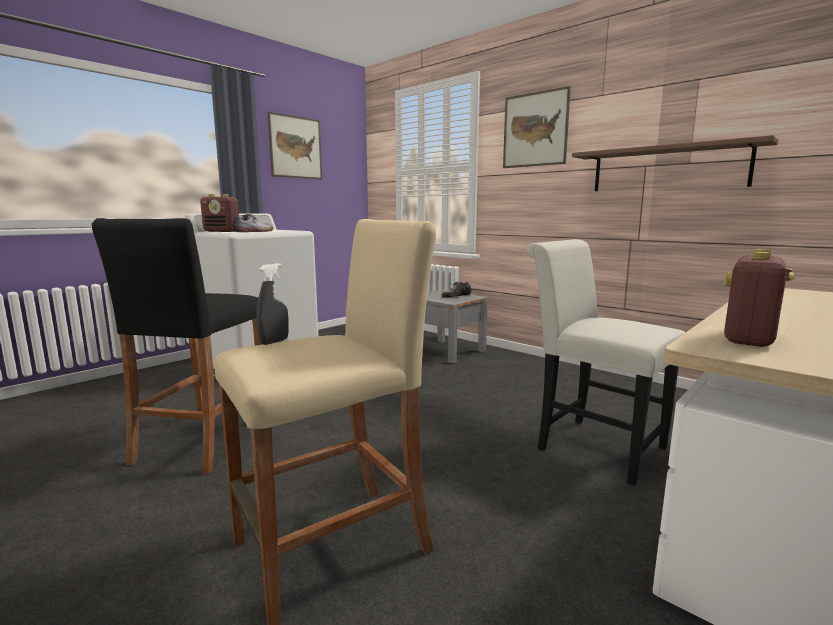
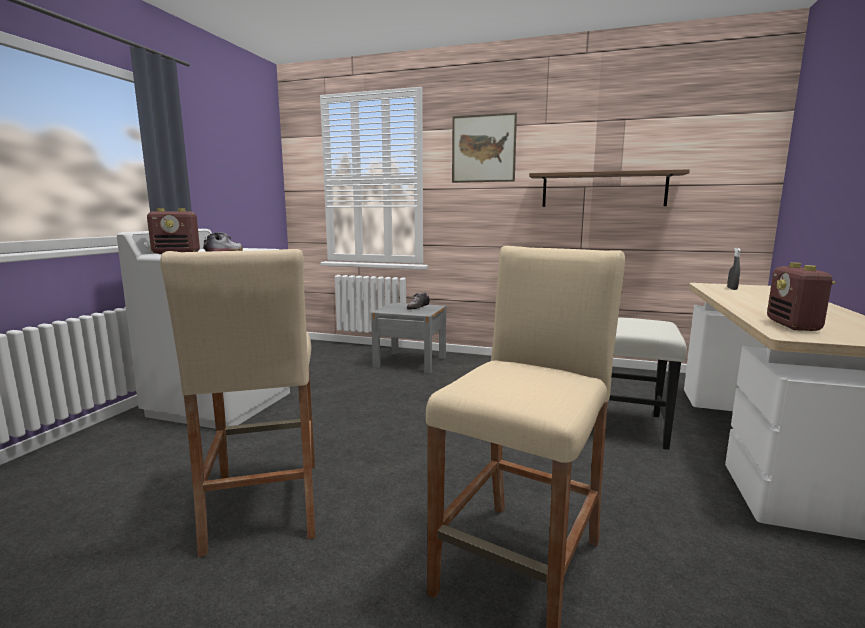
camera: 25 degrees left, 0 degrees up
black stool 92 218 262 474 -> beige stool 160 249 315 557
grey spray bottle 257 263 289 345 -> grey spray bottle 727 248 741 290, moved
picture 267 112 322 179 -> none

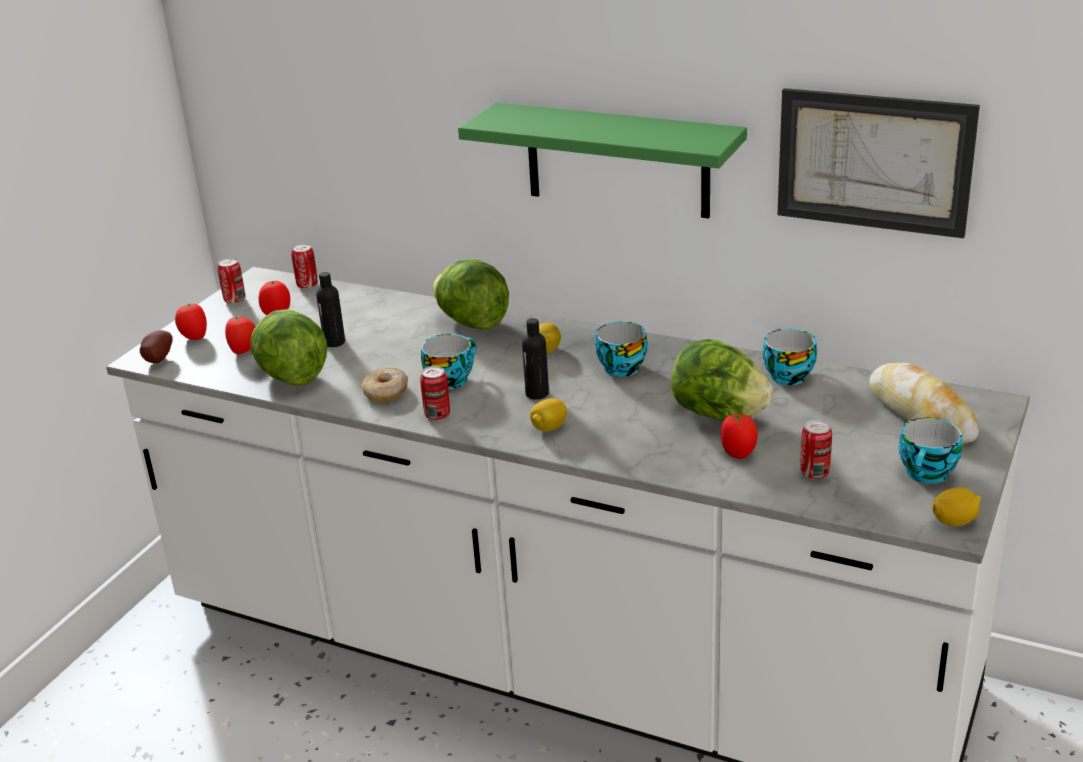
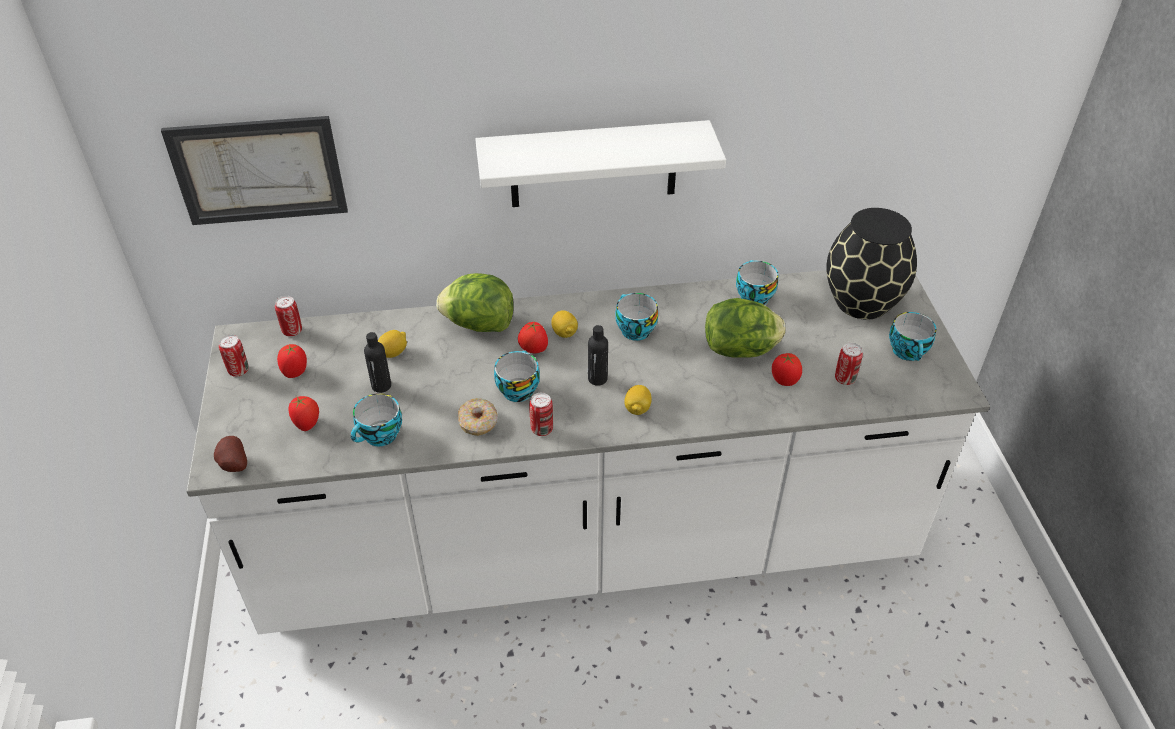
camera: 35 degrees left, 15 degrees up
tomato 175 303 207 340 -> tomato 518 322 548 353, moved
lettuce 251 309 327 386 -> cup 351 393 402 446
green shelf 458 103 747 218 -> white shelf 475 120 726 207
picture 777 88 980 238 -> picture 161 116 348 225, moved
bread 869 363 979 444 -> black vase 826 208 917 320
lemon 932 487 981 526 -> lemon 378 330 407 358, moved

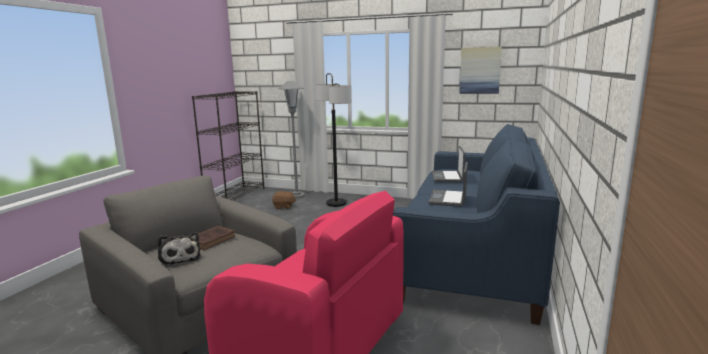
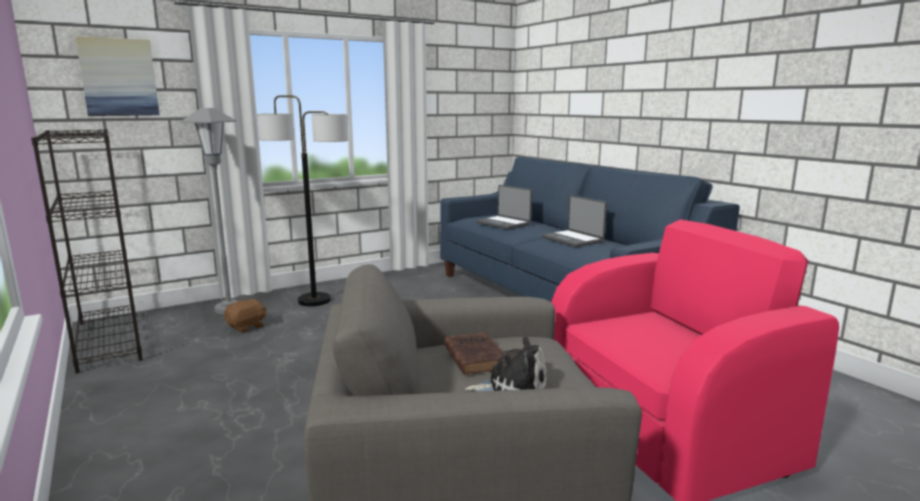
camera: 50 degrees left, 0 degrees up
picture 459 47 502 94 -> picture 75 36 160 116, moved

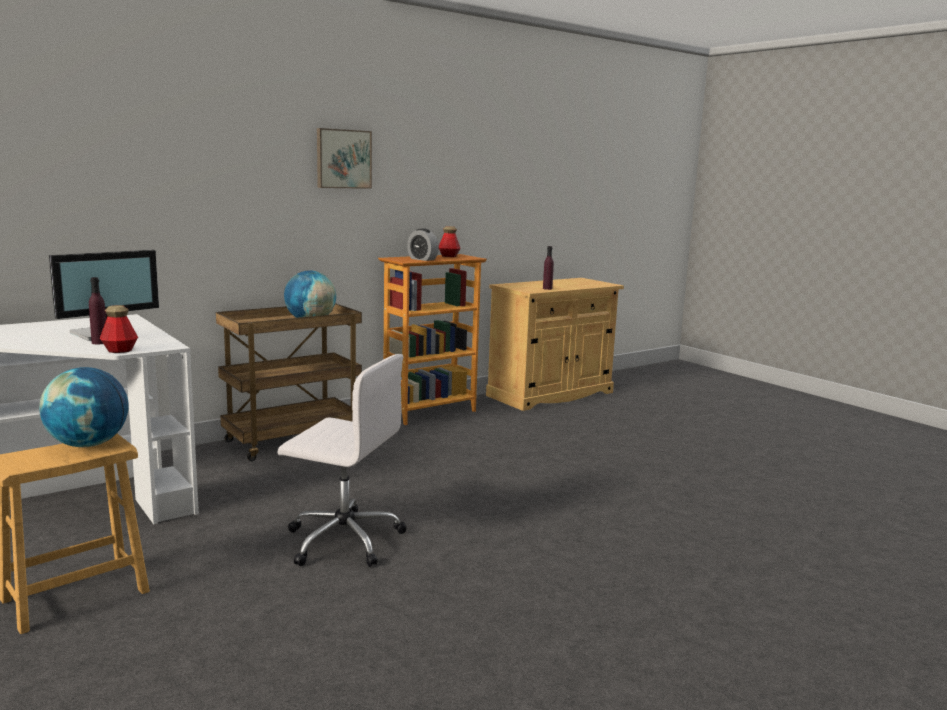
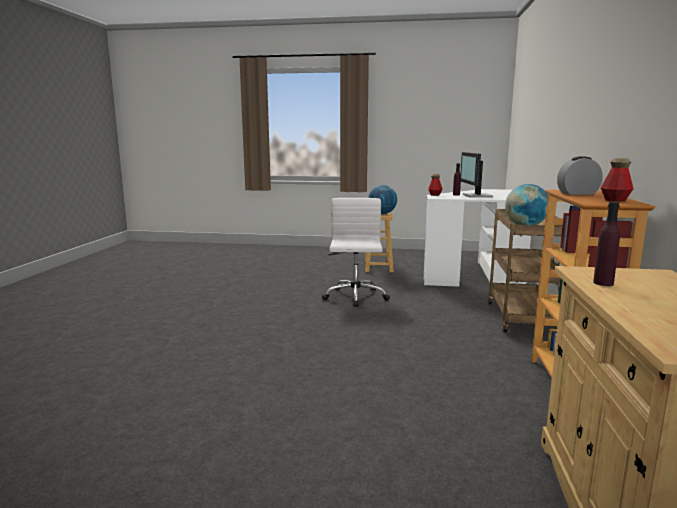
camera: 135 degrees right, 0 degrees up
white office chair 278 354 407 567 -> white office chair 322 198 390 307, 120 degrees clockwise
picture 317 128 372 189 -> none

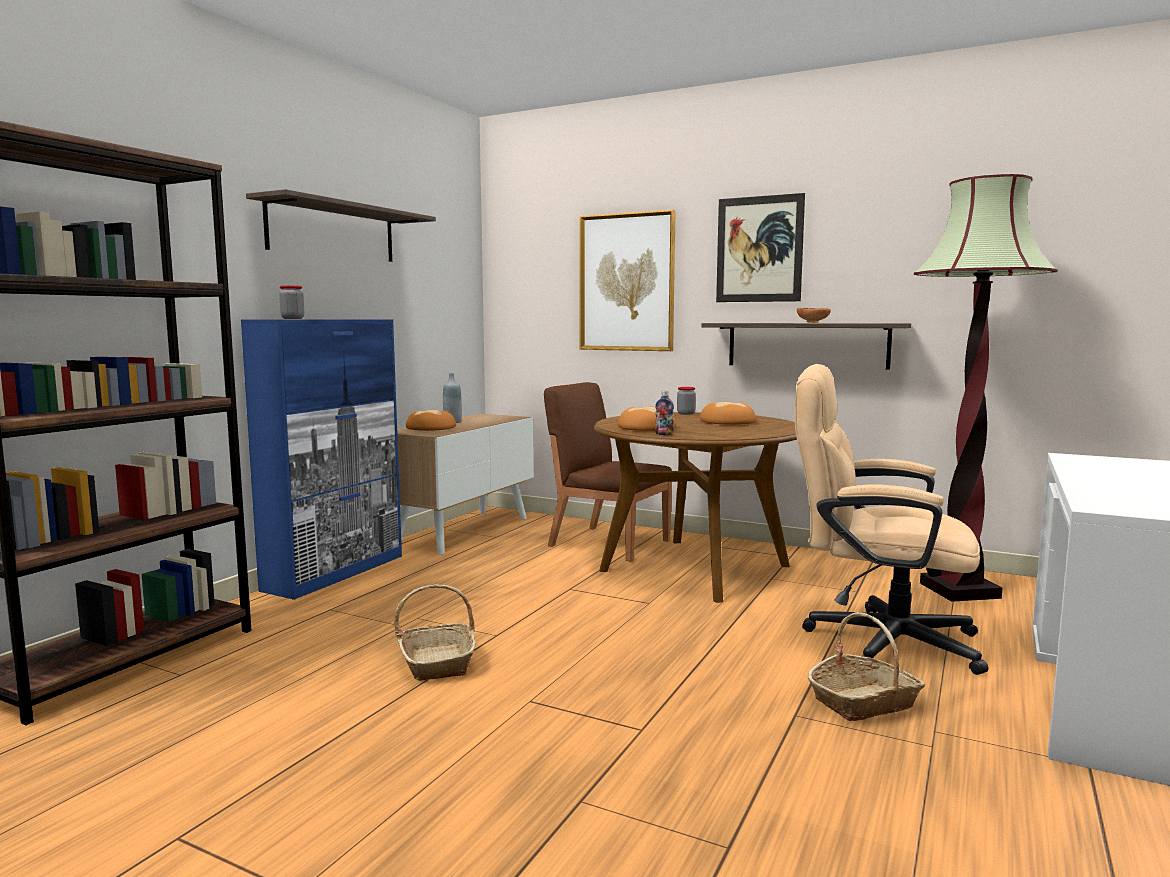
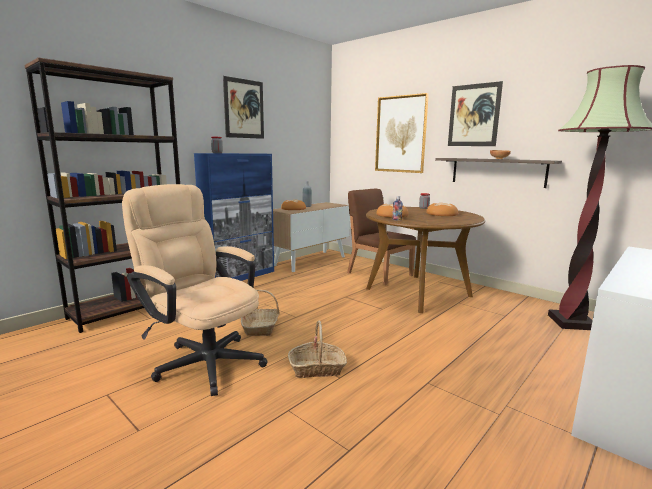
camera: 15 degrees right, 5 degrees up
shelf 246 189 436 262 -> picture 223 76 264 139
beige office chair 795 364 989 675 -> beige office chair 122 184 267 396, moved
basket 808 612 925 721 -> basket 288 320 347 378, moved

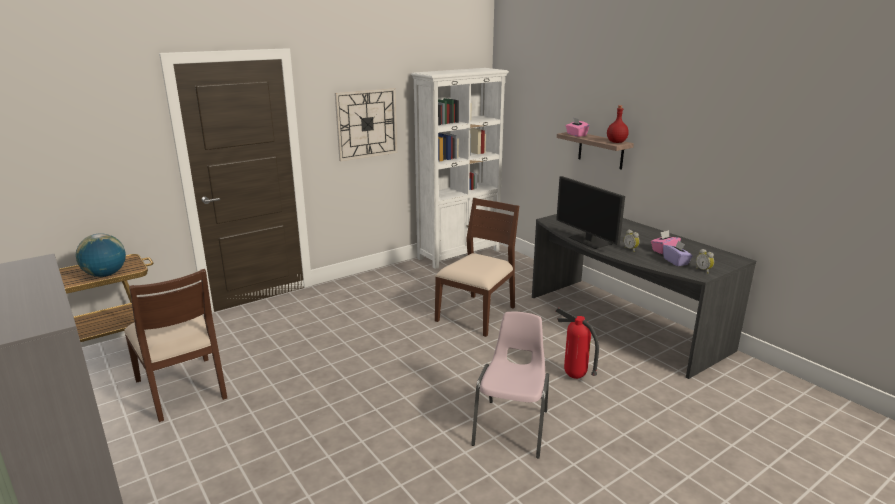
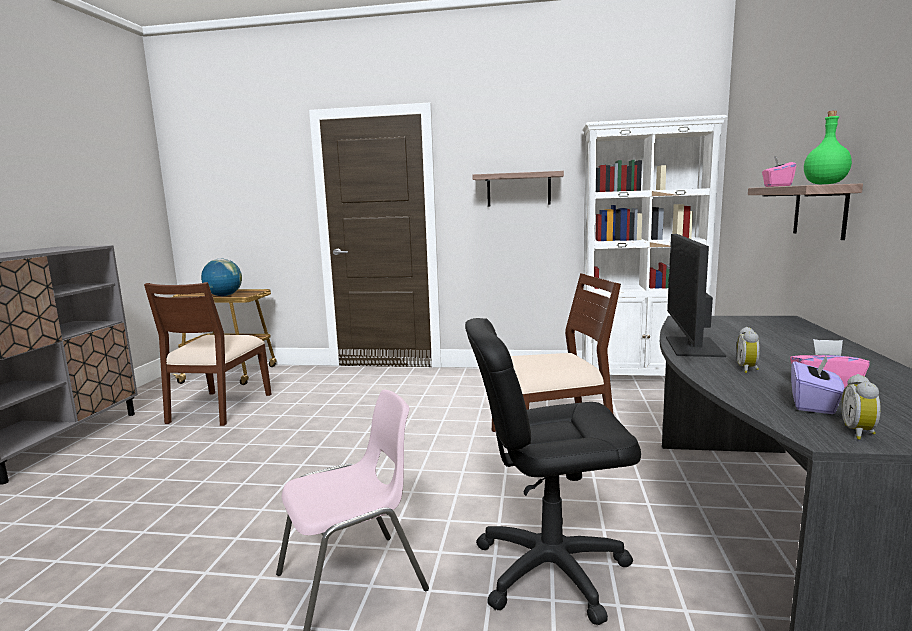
camera: 45 degrees right, 10 degrees down
wall clock 335 88 397 161 -> shelf 473 171 564 206
fire extinguisher 556 308 599 379 -> black office chair 465 318 641 625
red bottle 607 105 629 143 -> green bottle 804 111 852 184

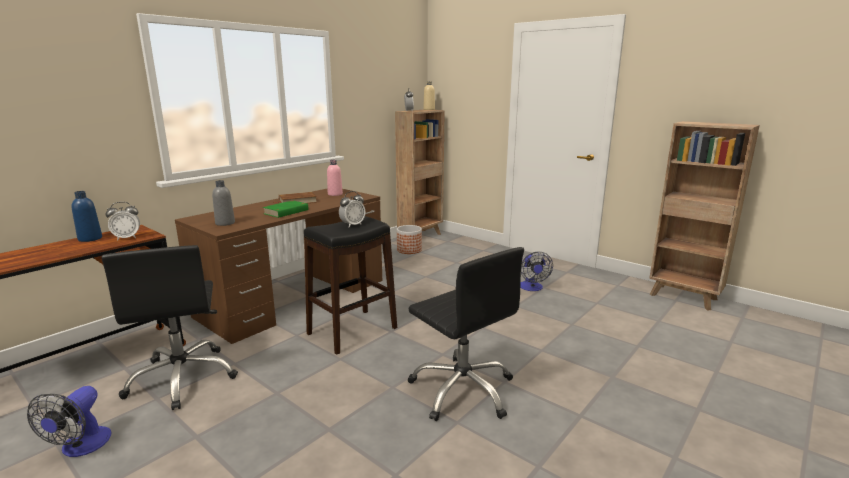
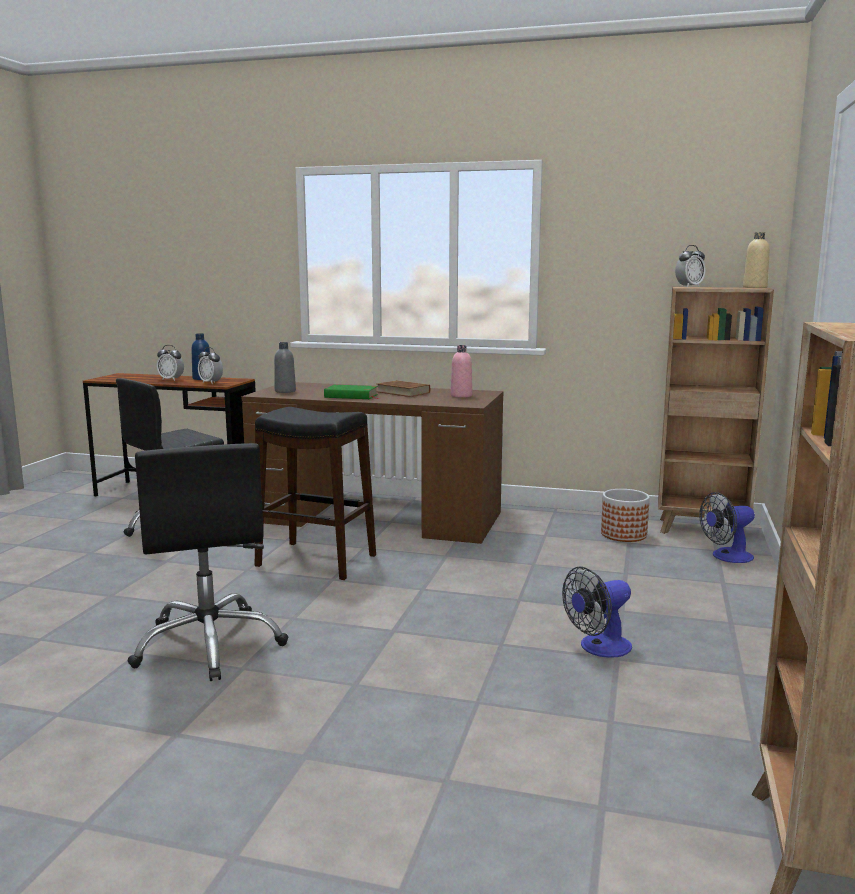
camera: 65 degrees right, 5 degrees down
fan 27 386 112 457 -> fan 699 492 755 563, moved
alarm clock 339 191 365 227 -> alarm clock 157 345 184 381, moved
black office chair 407 247 524 421 -> black office chair 128 443 288 681, 45 degrees counterclockwise

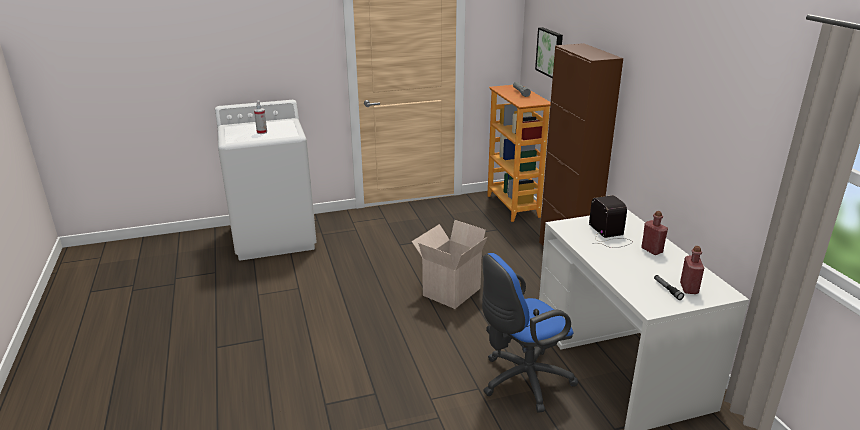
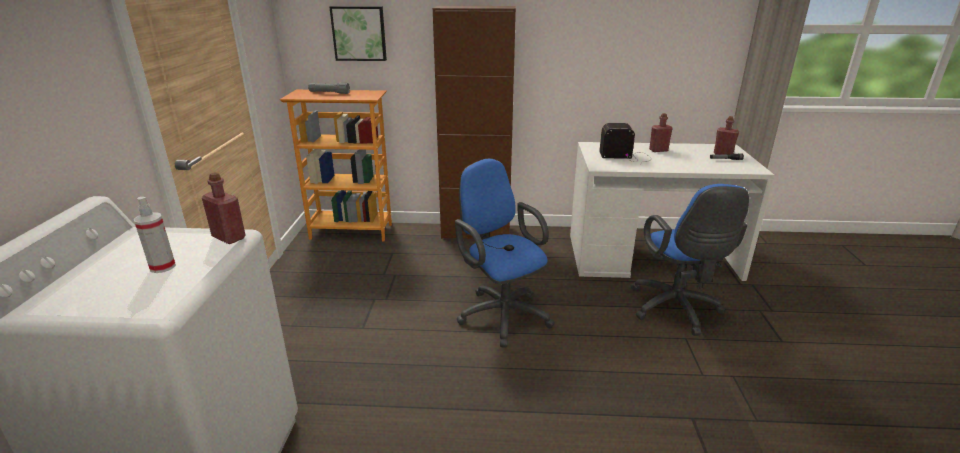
camera: 70 degrees left, 0 degrees up
cardboard box 412 220 488 309 -> blue office chair 455 158 555 348
none -> red bottle 202 172 246 244

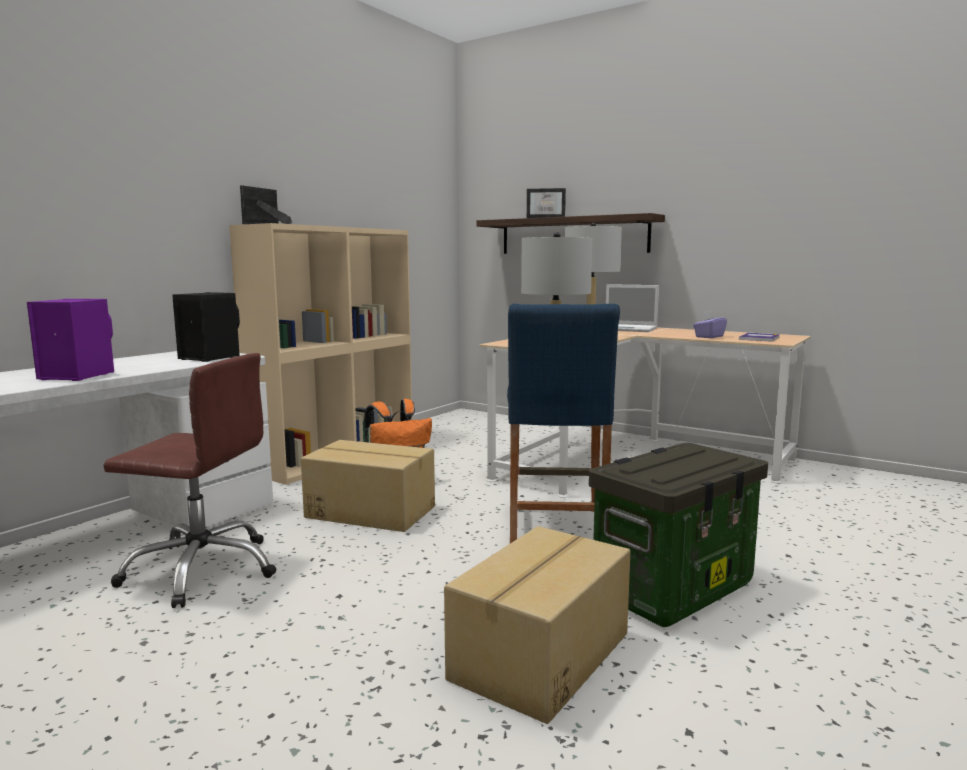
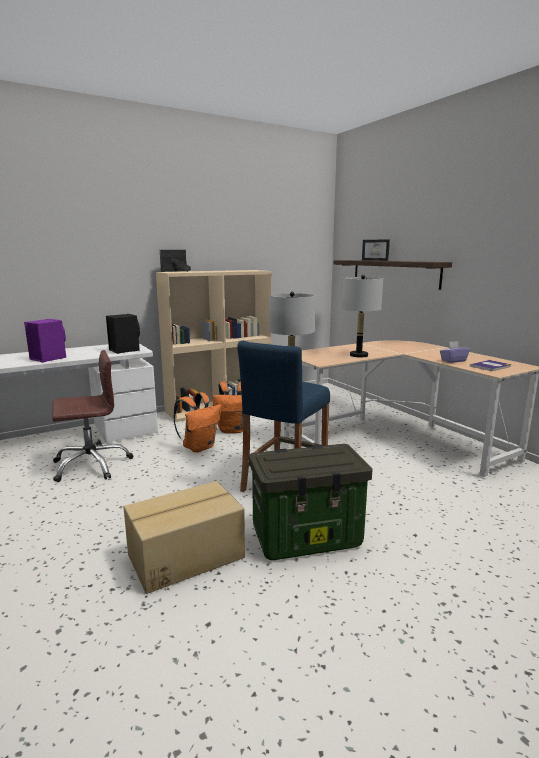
camera: 25 degrees right, 5 degrees up
brown office chair 103 353 276 608 -> brown office chair 52 350 133 482, 60 degrees counterclockwise
cardboard box 301 440 435 532 -> orange backpack 173 393 221 453
laptop 606 284 659 332 -> none

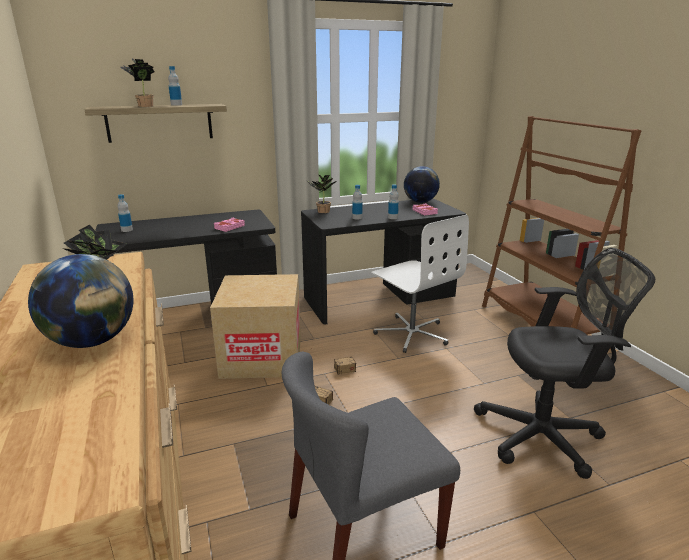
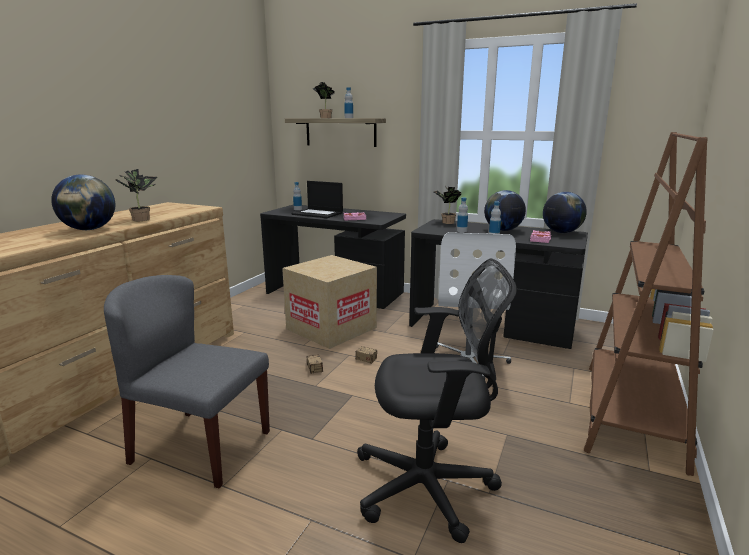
camera: 45 degrees right, 5 degrees down
black office chair 474 248 655 479 -> black office chair 357 259 517 543, 45 degrees counterclockwise
none -> laptop 292 181 343 218
none -> globe 484 190 526 231

